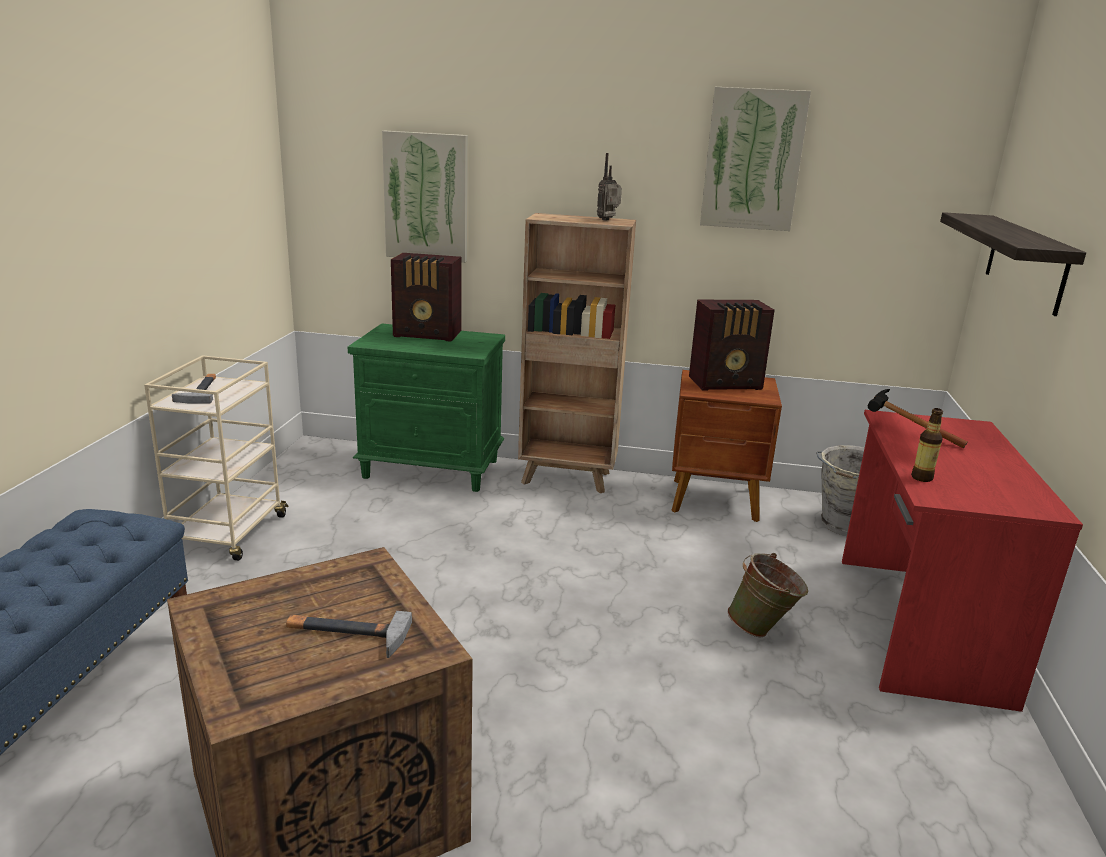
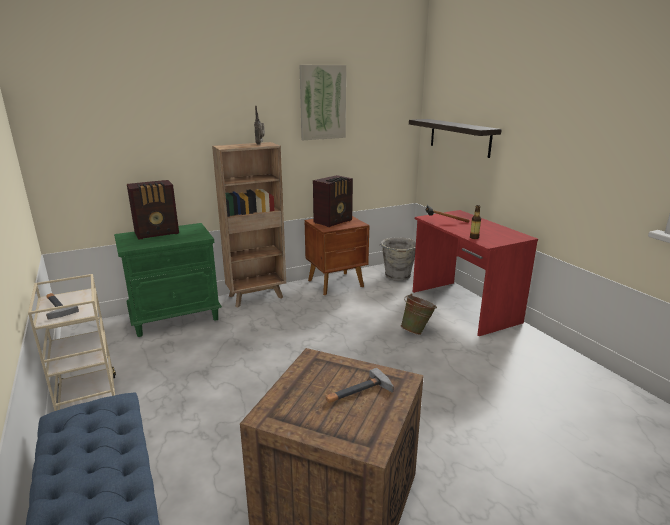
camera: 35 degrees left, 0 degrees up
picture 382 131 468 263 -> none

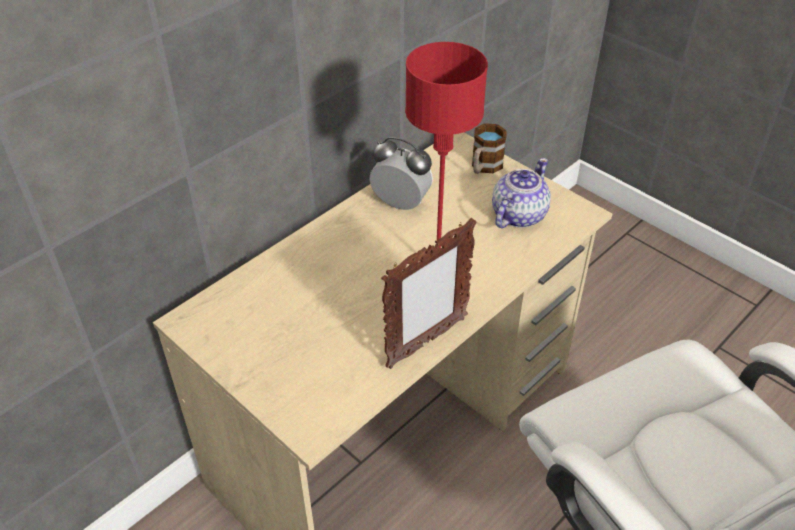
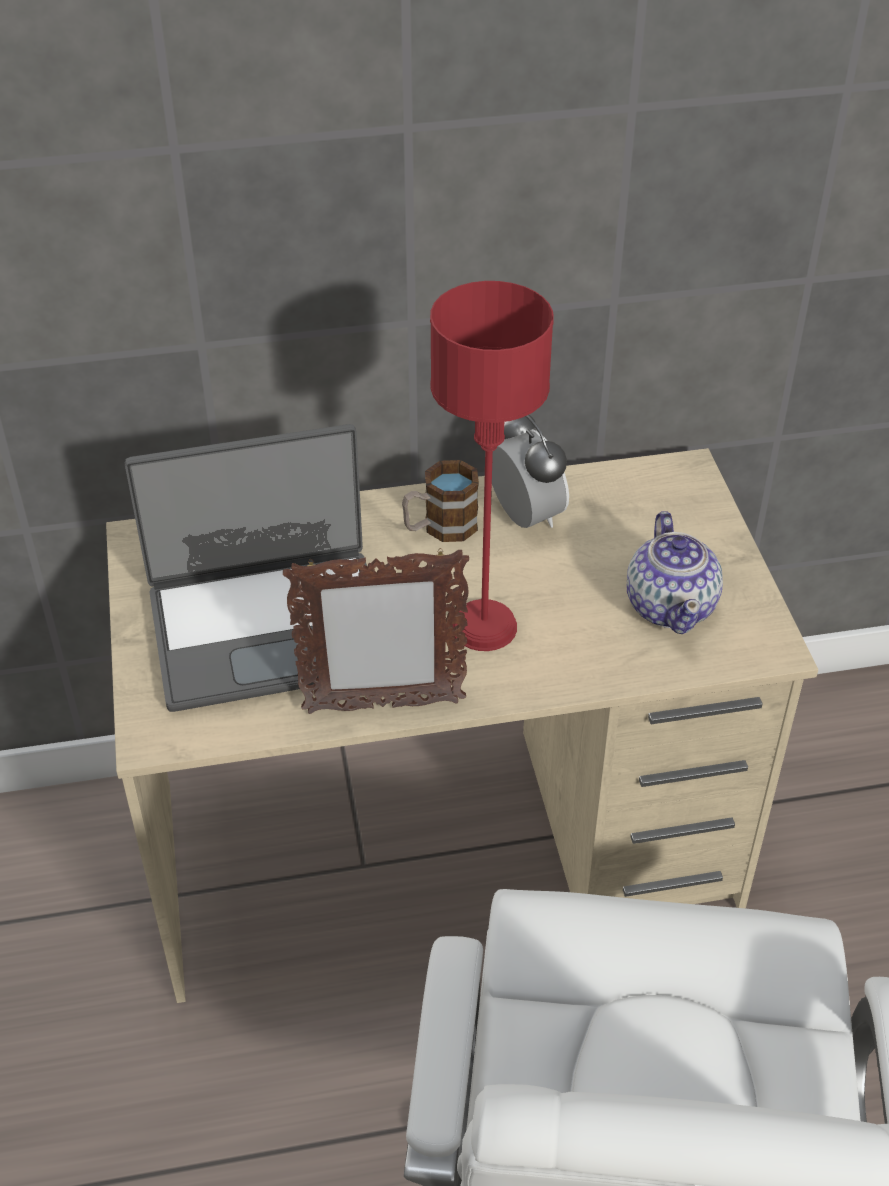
camera: 35 degrees right, 0 degrees up
mug 472 123 507 174 -> mug 402 460 479 542, moved
teapot 492 158 551 228 -> teapot 627 511 723 634, 105 degrees clockwise
none -> laptop 125 424 367 712

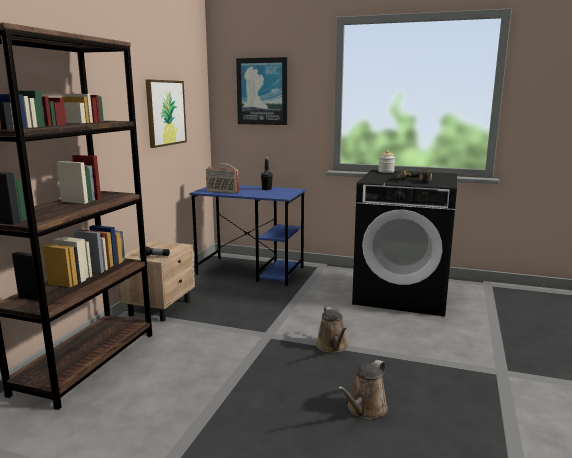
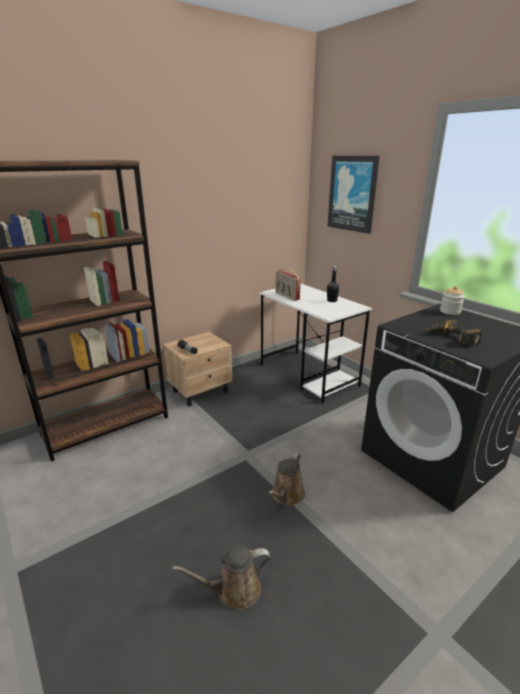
camera: 35 degrees right, 10 degrees up
picture 145 79 187 148 -> none
blue desk 189 185 306 286 -> white desk 259 284 372 403

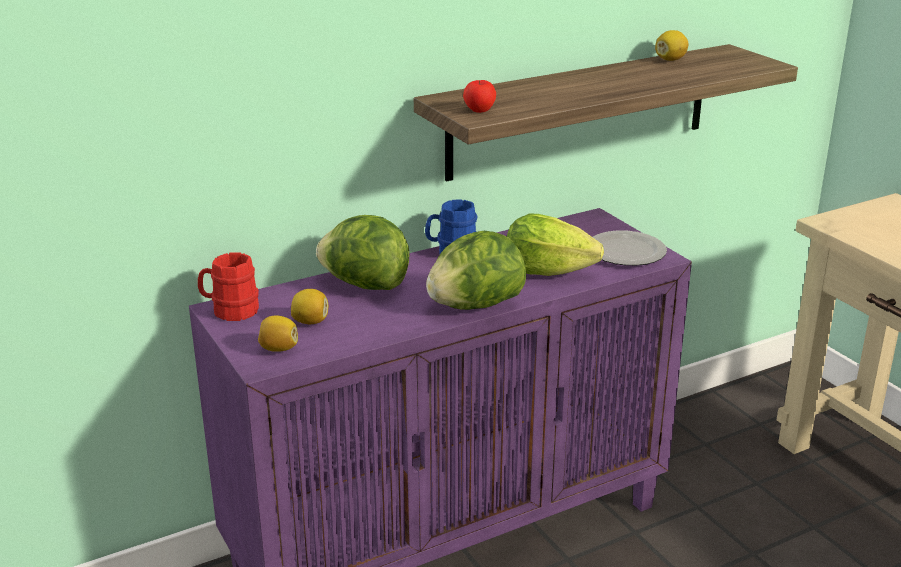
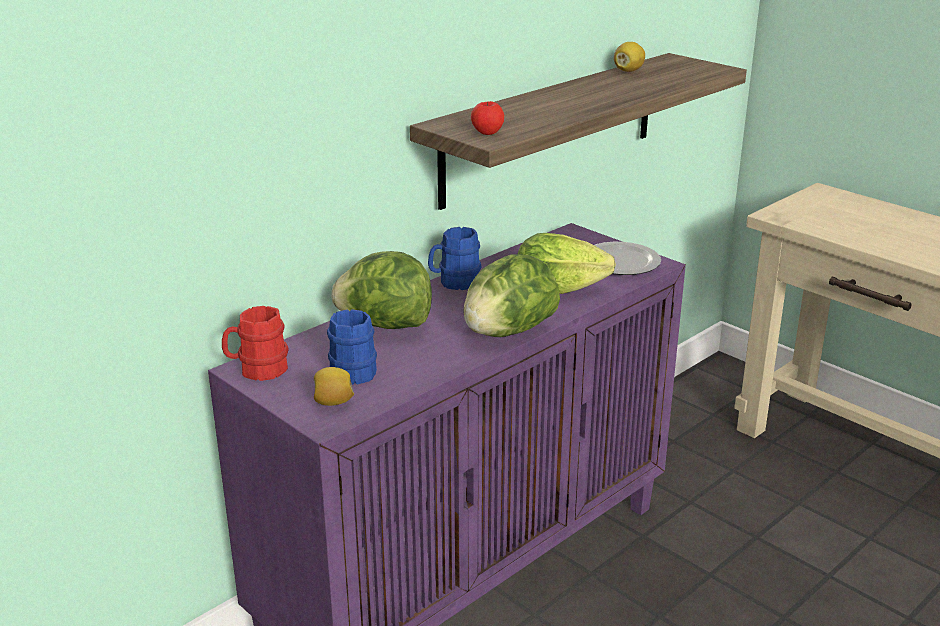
camera: 15 degrees left, 0 degrees up
lemon 291 289 328 324 -> blue mug 327 309 377 385

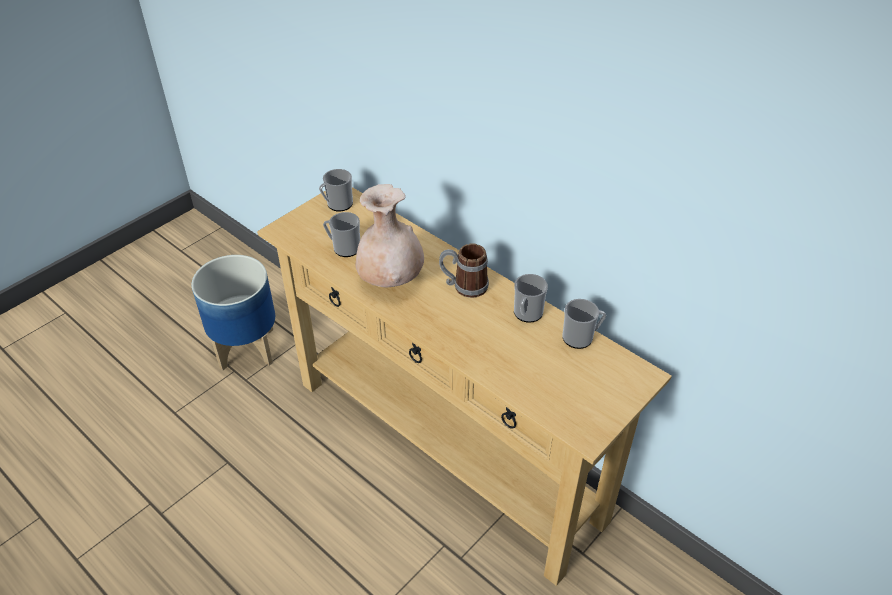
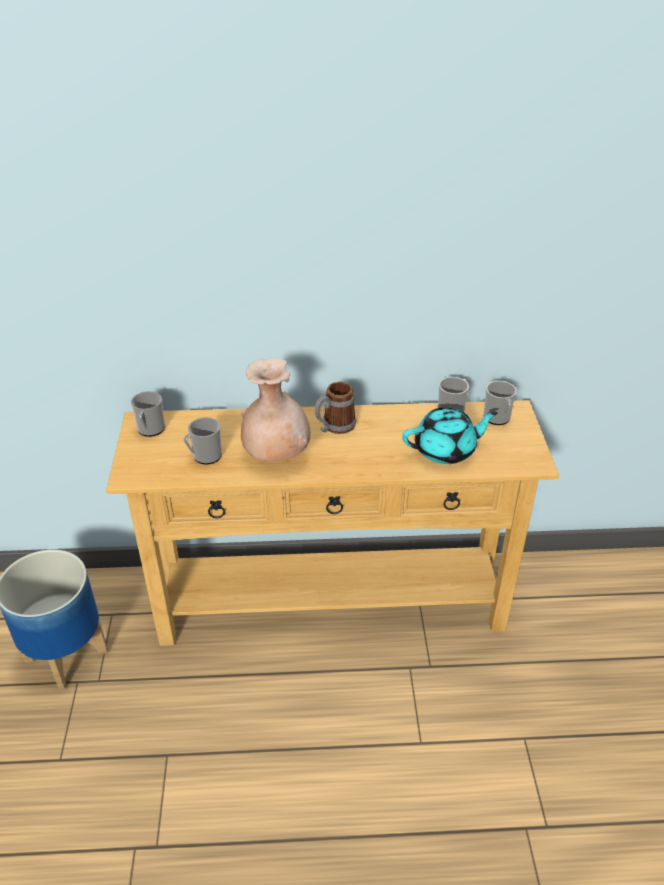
camera: 45 degrees left, 5 degrees down
mug 514 274 548 323 -> mug 483 381 517 425, moved
none -> turquoise teapot 402 407 498 464

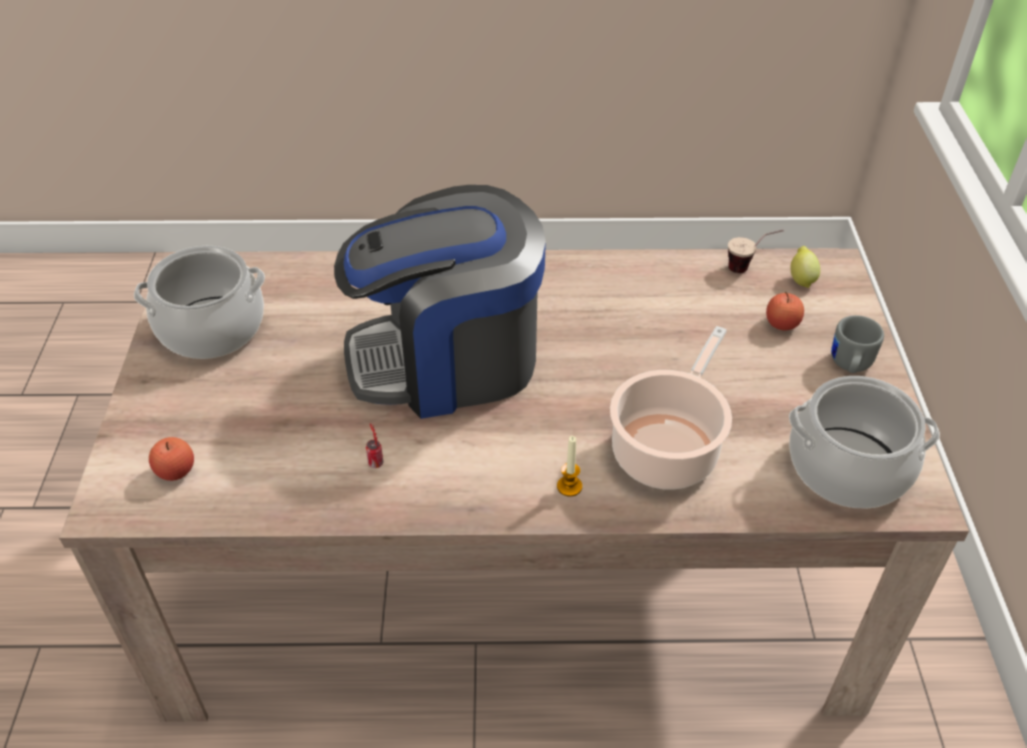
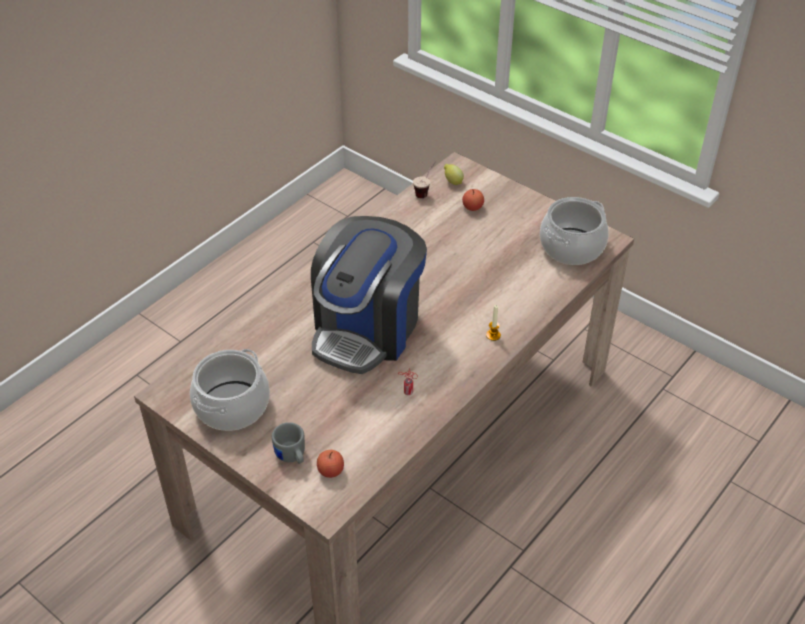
camera: 50 degrees left, 0 degrees up
cooking pot 610 326 732 490 -> none
grey mug 831 315 884 373 -> grey mug 272 422 305 464, moved

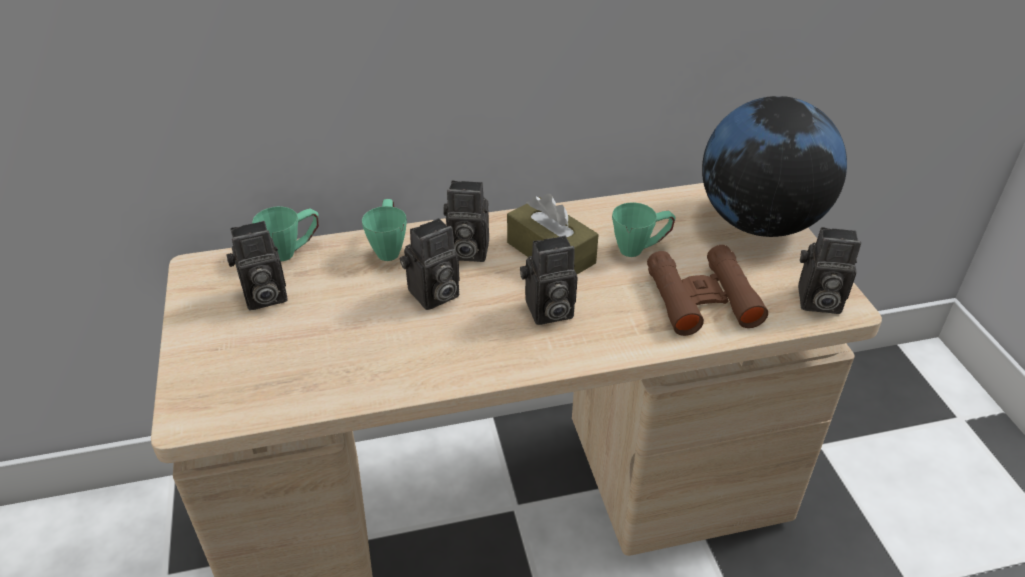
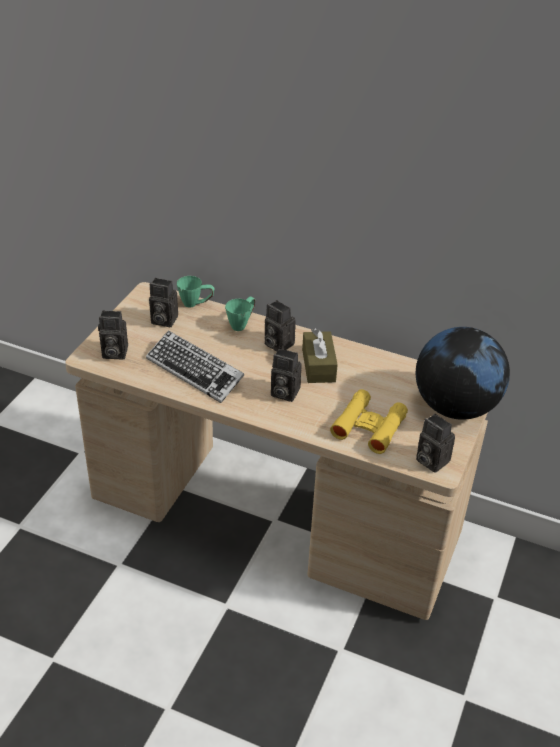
camera: 35 degrees right, 0 degrees up
photo camera 400 218 460 310 -> photo camera 98 310 128 360, moved
green mug 612 202 676 257 -> none
brown binoculars 647 245 768 336 -> yellow binoculars 330 389 408 454
none -> keyboard 146 330 244 403

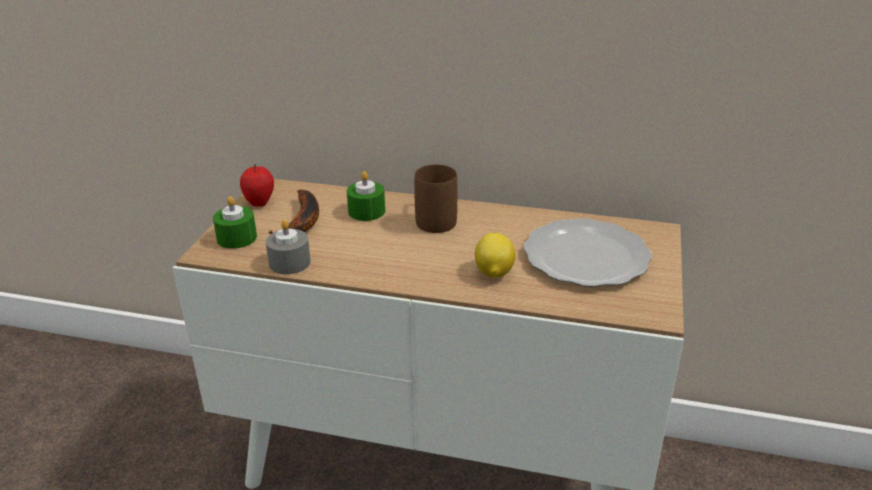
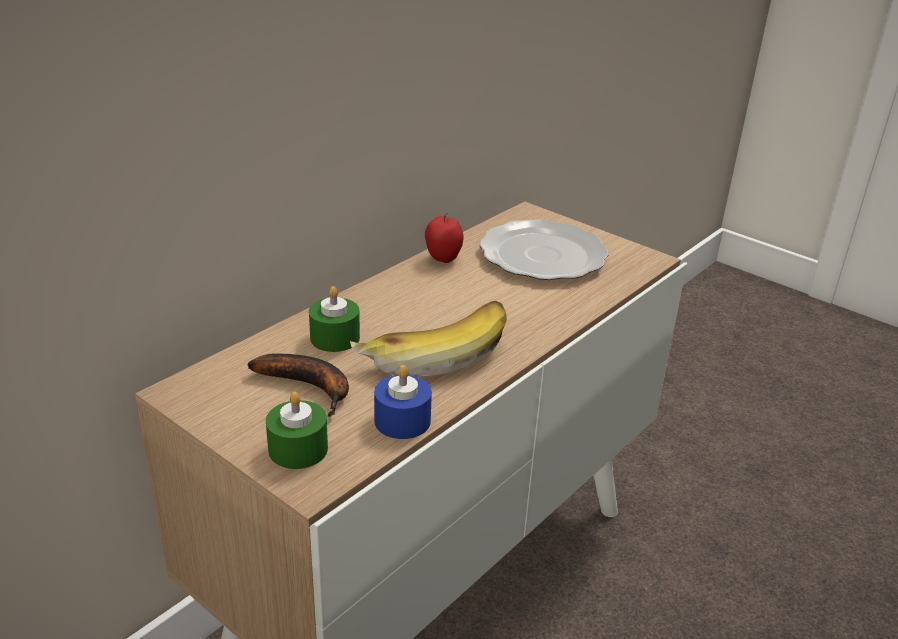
camera: 65 degrees left, 0 degrees up
apple 240 164 274 207 -> apple 425 213 463 263, moved
grey candle 266 219 311 274 -> blue candle 374 365 432 439
brown mug 414 165 457 233 -> none
lemon 475 233 515 278 -> none
none -> banana 350 301 507 377

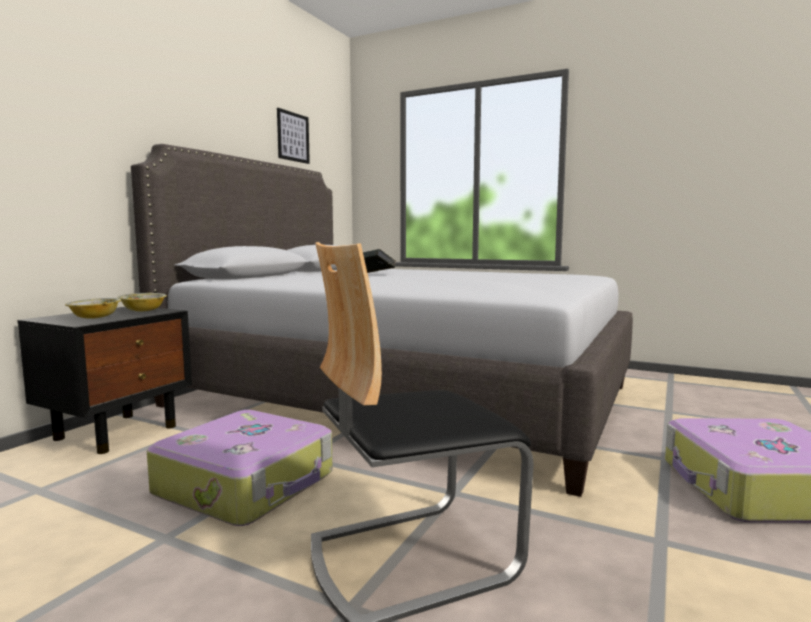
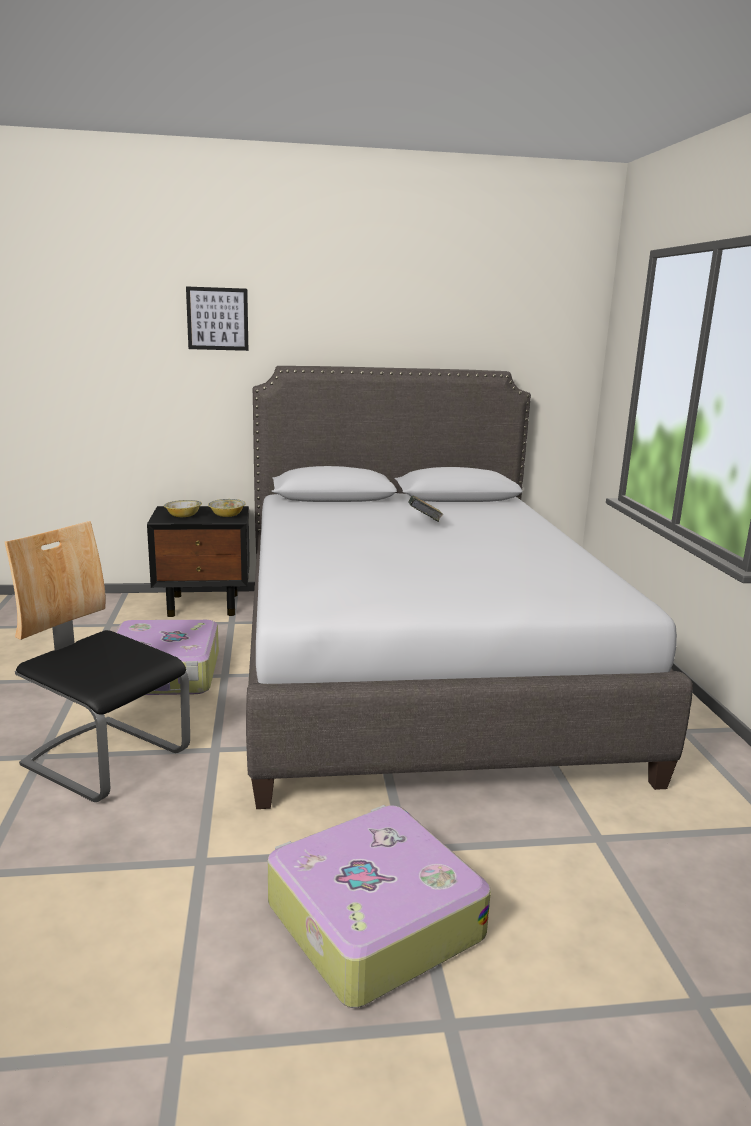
camera: 55 degrees right, 10 degrees up
picture 277 108 310 164 -> picture 186 286 248 351, moved

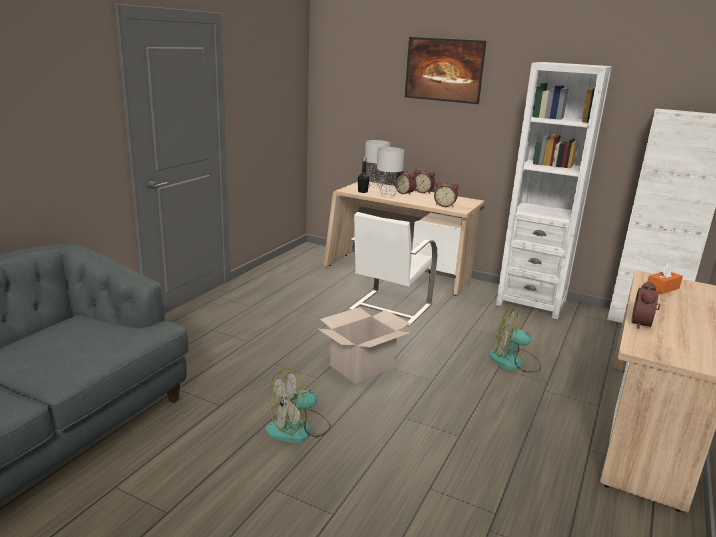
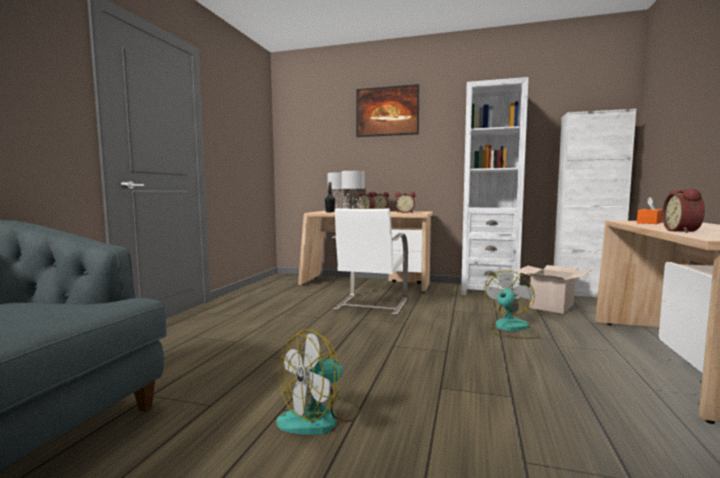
camera: 10 degrees left, 15 degrees down
cardboard box 318 307 411 384 -> cardboard box 515 265 591 314, moved
fan 489 309 541 372 -> fan 484 270 540 339, 120 degrees clockwise

